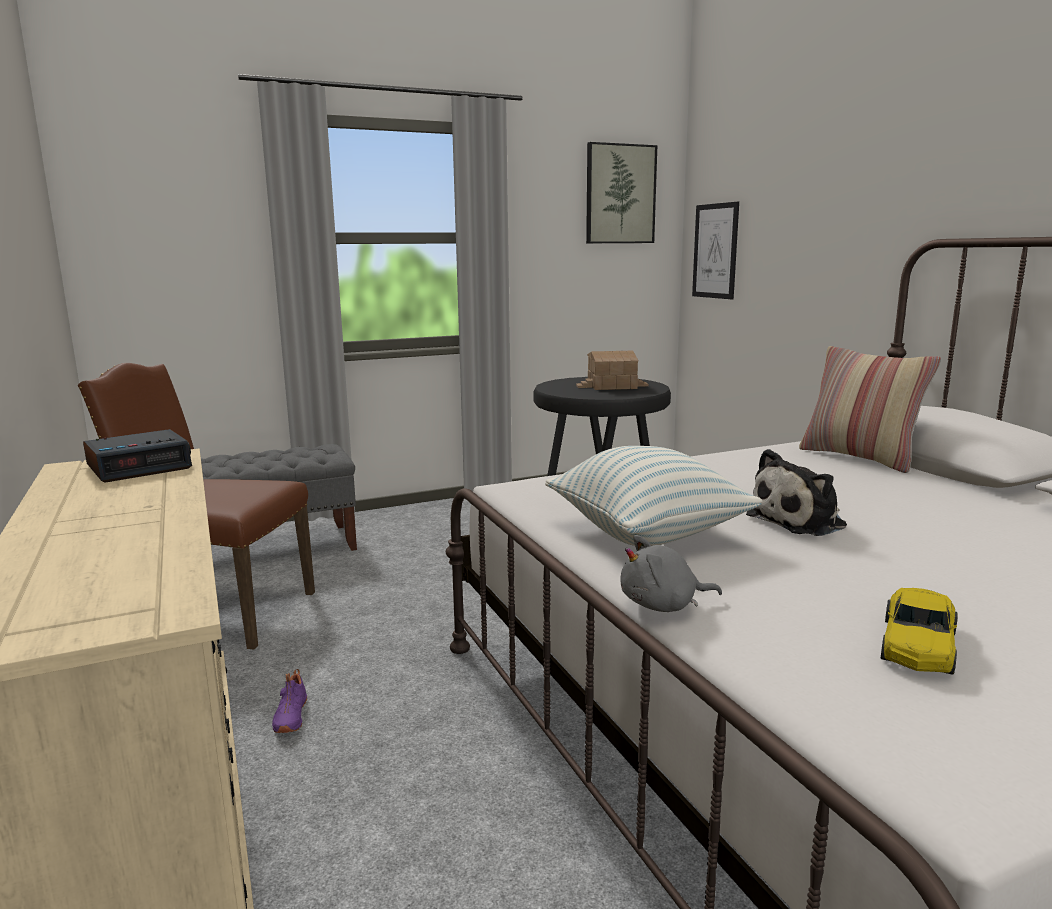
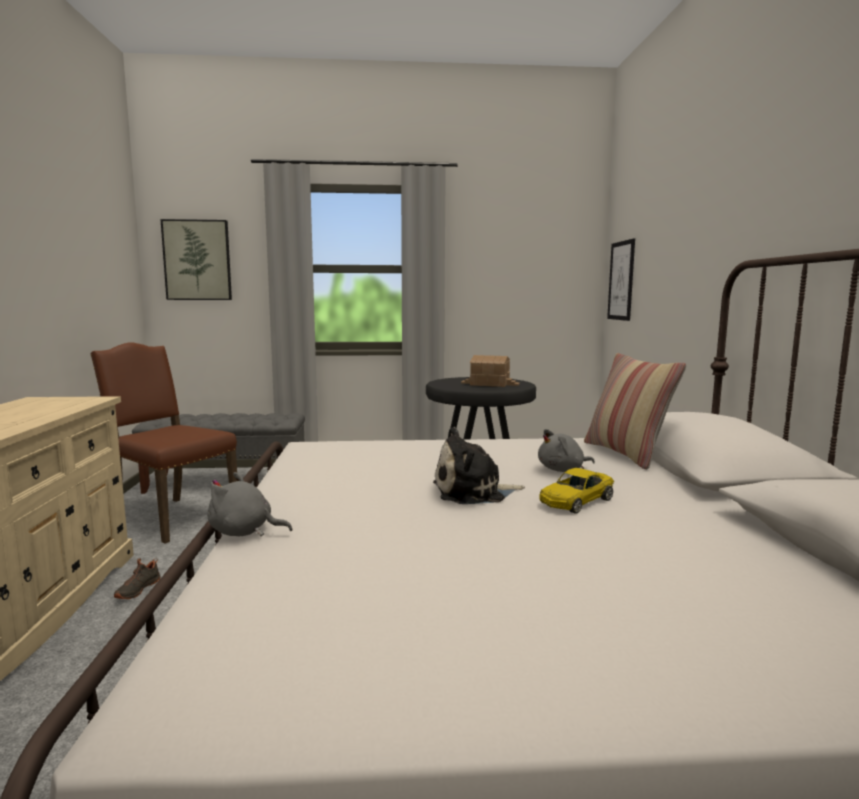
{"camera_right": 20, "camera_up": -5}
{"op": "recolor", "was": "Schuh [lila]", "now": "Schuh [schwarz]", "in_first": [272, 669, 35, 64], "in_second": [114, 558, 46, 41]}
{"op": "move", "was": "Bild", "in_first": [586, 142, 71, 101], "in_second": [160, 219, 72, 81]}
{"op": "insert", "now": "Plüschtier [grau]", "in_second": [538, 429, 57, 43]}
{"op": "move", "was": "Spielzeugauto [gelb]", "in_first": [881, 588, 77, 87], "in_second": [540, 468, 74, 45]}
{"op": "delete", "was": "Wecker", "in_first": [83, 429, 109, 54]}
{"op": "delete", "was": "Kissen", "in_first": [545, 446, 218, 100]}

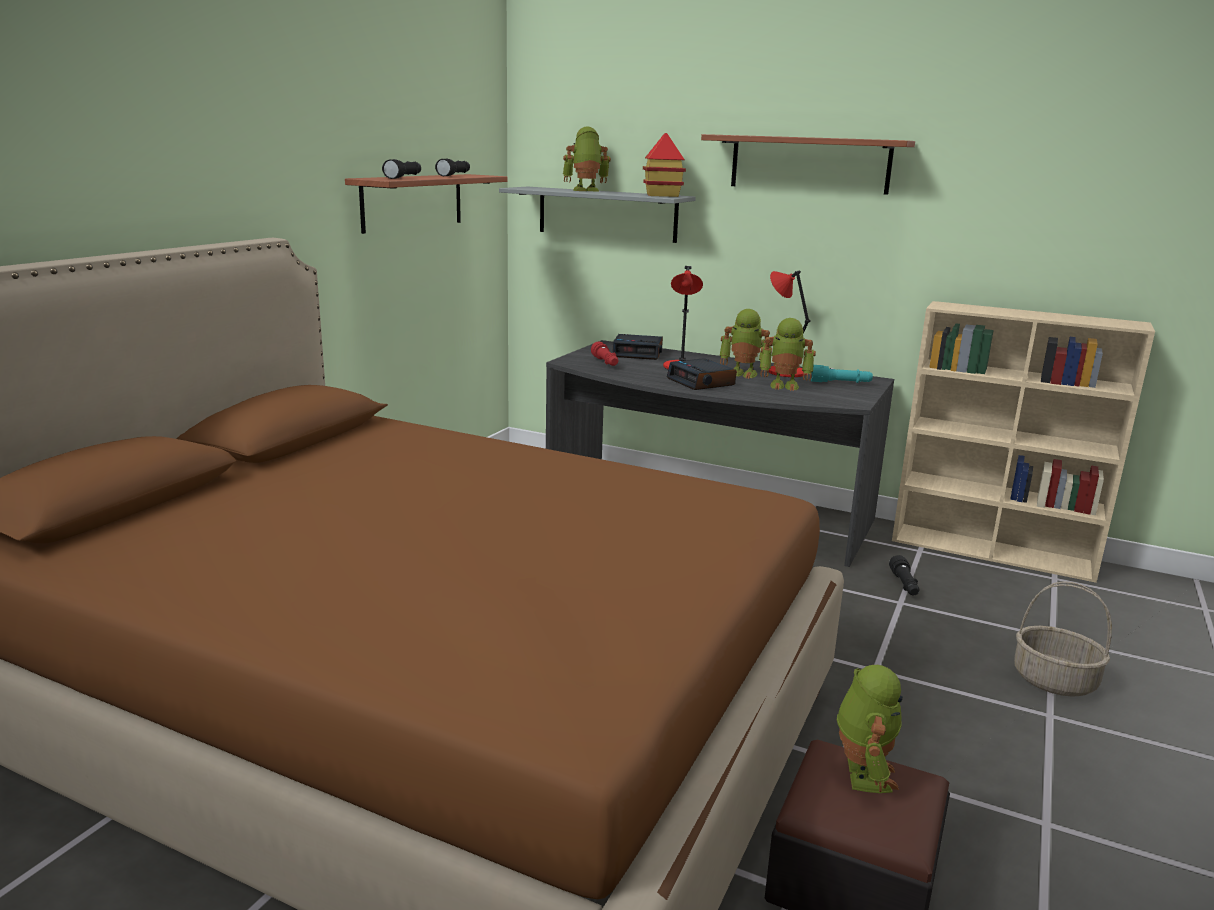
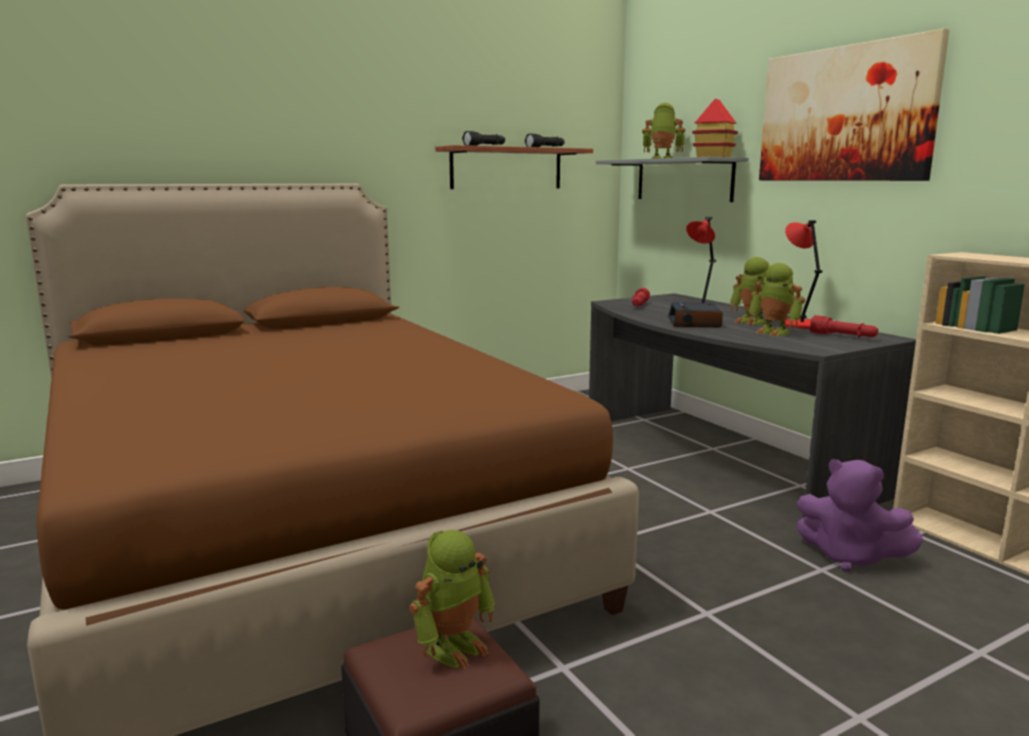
{"camera_right": 35, "camera_up": -5}
{"op": "replace", "was": "Wandregal", "now": "Bild", "in_first": [701, 134, 214, 61], "in_second": [759, 28, 191, 153]}
{"op": "replace", "was": "Taschenlampe [schwarz]", "now": "Plüschtier [lila]", "in_first": [889, 555, 31, 41], "in_second": [797, 459, 126, 112]}
{"op": "recolor", "was": "Taschenlampe [türkis]", "now": "Taschenlampe [rot]", "in_first": [811, 365, 62, 18], "in_second": [810, 315, 68, 22]}
{"op": "delete", "was": "Wecker", "in_first": [612, 334, 51, 26]}
{"op": "delete", "was": "Korb", "in_first": [1014, 581, 98, 116]}

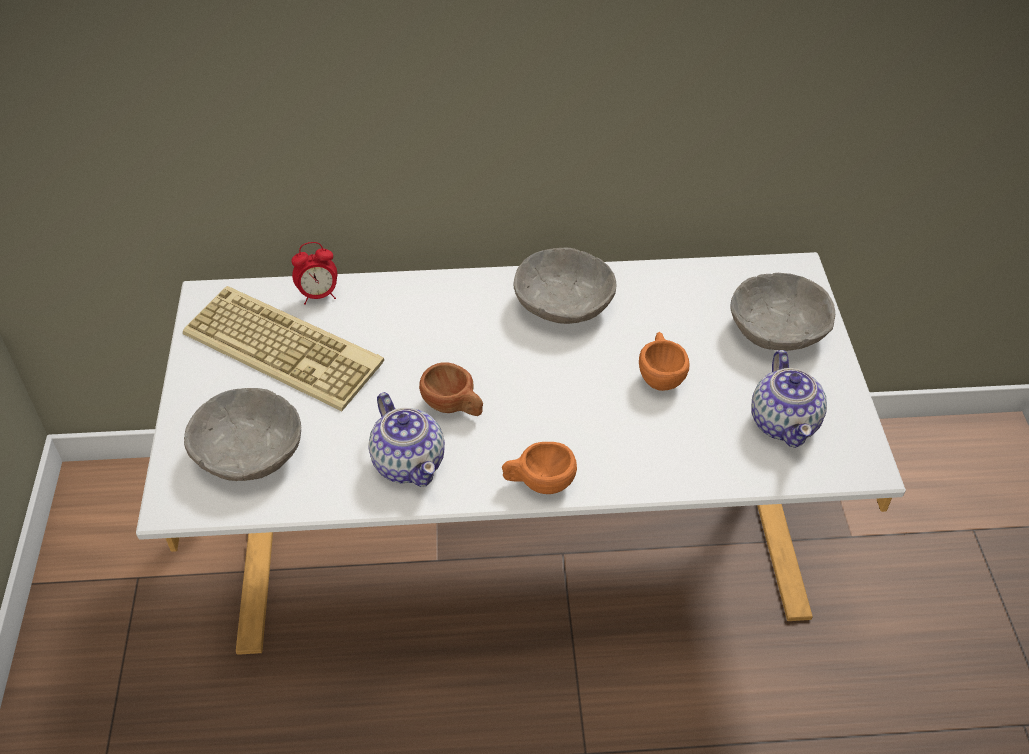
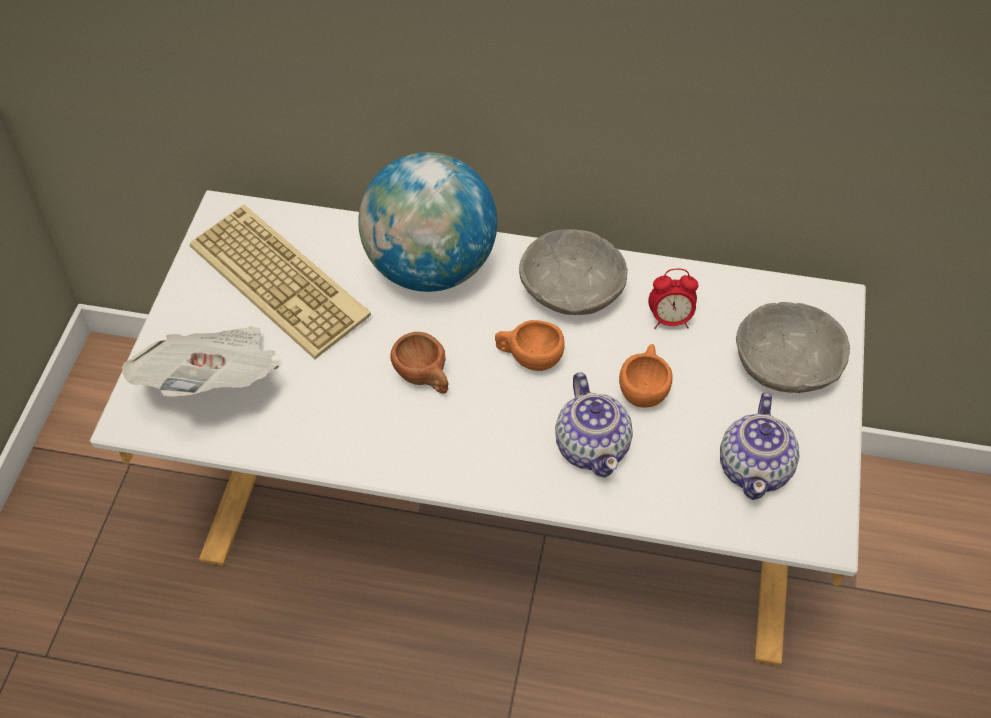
{"camera_right": 15, "camera_up": 5}
{"op": "replace", "was": "Schüssel [grau]", "now": "Zeitung", "in_first": [184, 388, 117, 93], "in_second": [122, 326, 157, 71]}
{"op": "insert", "now": "Globus", "in_second": [358, 152, 139, 140]}
{"op": "move", "was": "Tasse [orange]", "in_first": [502, 442, 75, 52], "in_second": [495, 320, 70, 51]}
{"op": "move", "was": "Teekanne", "in_first": [368, 392, 77, 95], "in_second": [555, 373, 78, 105]}
{"op": "move", "was": "Wecker", "in_first": [291, 242, 46, 63], "in_second": [648, 269, 50, 60]}

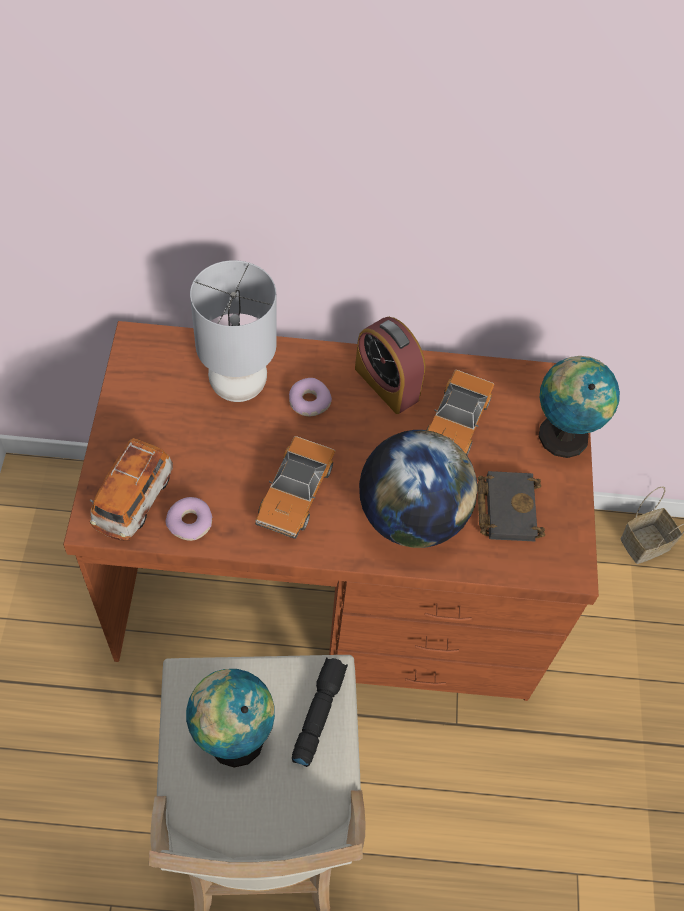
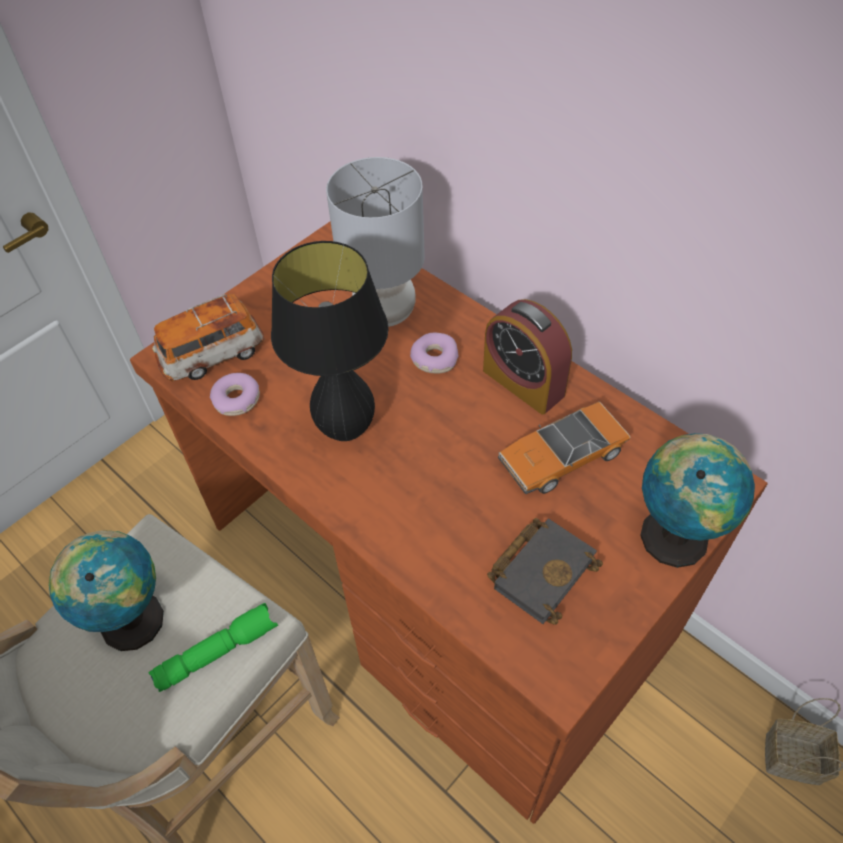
{"camera_right": 45, "camera_up": -5}
{"op": "recolor", "was": "Taschenlampe [schwarz]", "now": "Taschenlampe [grün]", "in_first": [292, 657, 56, 110], "in_second": [148, 603, 130, 89]}
{"op": "replace", "was": "Spielzeugauto", "now": "Tischlampe [schwarz]", "in_first": [255, 436, 80, 103], "in_second": [271, 241, 118, 200]}
{"op": "rotate", "was": "Wecker", "in_first": [355, 317, 71, 97], "in_second": [483, 299, 89, 116], "clockwise": -45}
{"op": "delete", "was": "Globus", "in_first": [359, 430, 119, 118]}

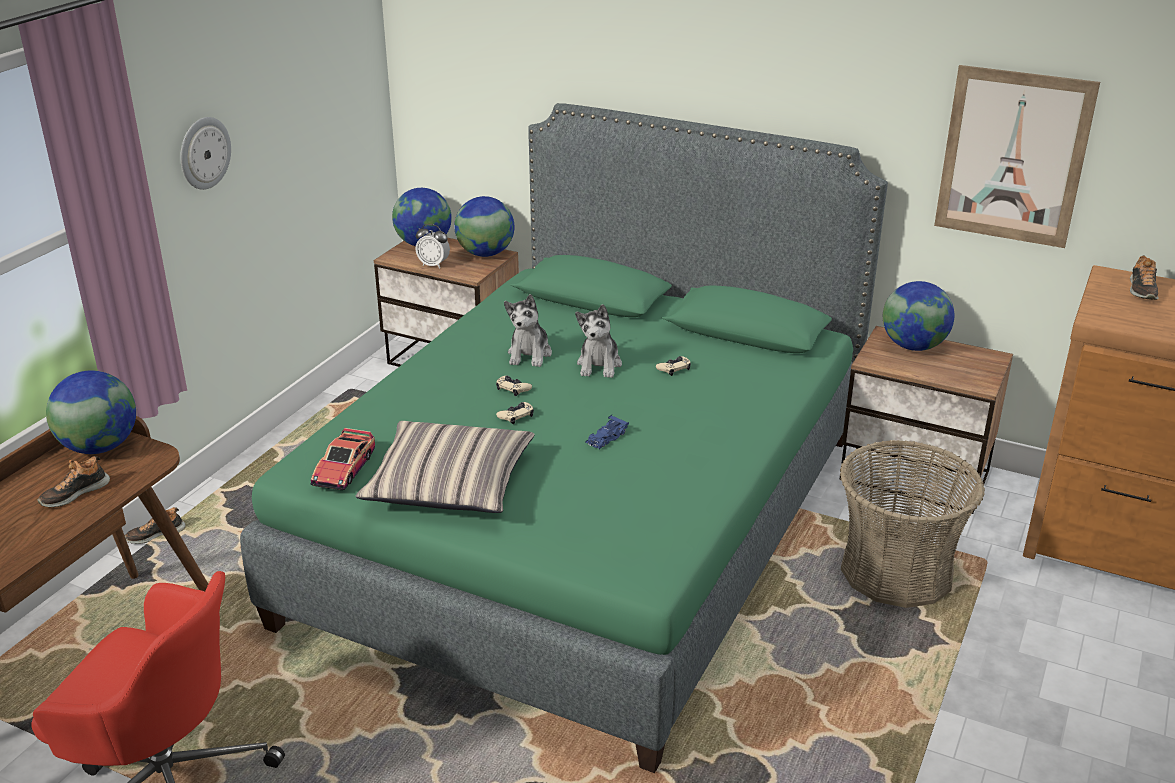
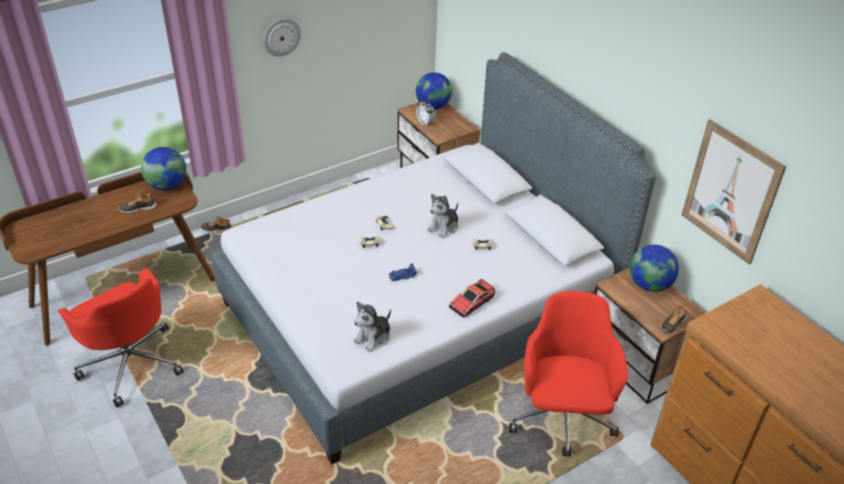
{"camera_right": 30, "camera_up": 10}
{"op": "recolor", "was": "Bett [grün]", "now": "Bett [grau]", "in_first": [240, 103, 648, 670], "in_second": [212, 52, 444, 412]}
{"op": "move", "was": "Plüschtier", "in_first": [504, 294, 48, 73], "in_second": [353, 302, 38, 50]}
{"op": "move", "was": "Spielzeugauto", "in_first": [311, 428, 64, 62], "in_second": [449, 278, 46, 39]}
{"op": "replace", "was": "Korb", "now": "Bürostuhl [rot]", "in_first": [840, 440, 145, 168], "in_second": [509, 291, 119, 166]}
{"op": "move", "was": "Schuh", "in_first": [1130, 255, 29, 45], "in_second": [661, 304, 27, 30]}
{"op": "delete", "was": "Kissen", "in_first": [356, 421, 178, 92]}
{"op": "delete", "was": "Globus", "in_first": [454, 196, 61, 61]}

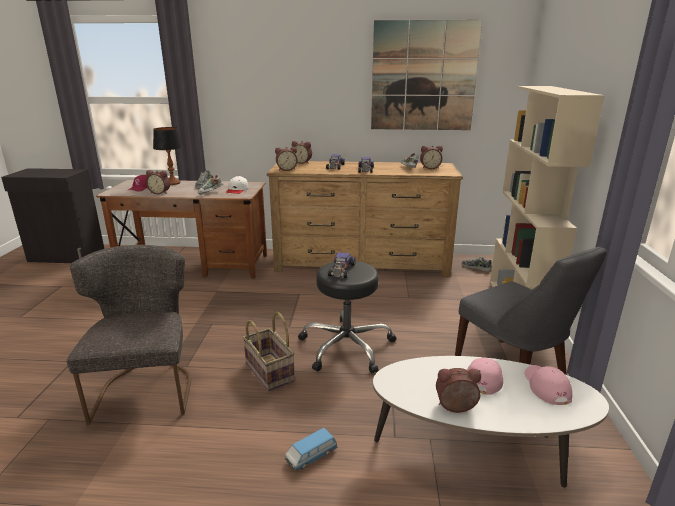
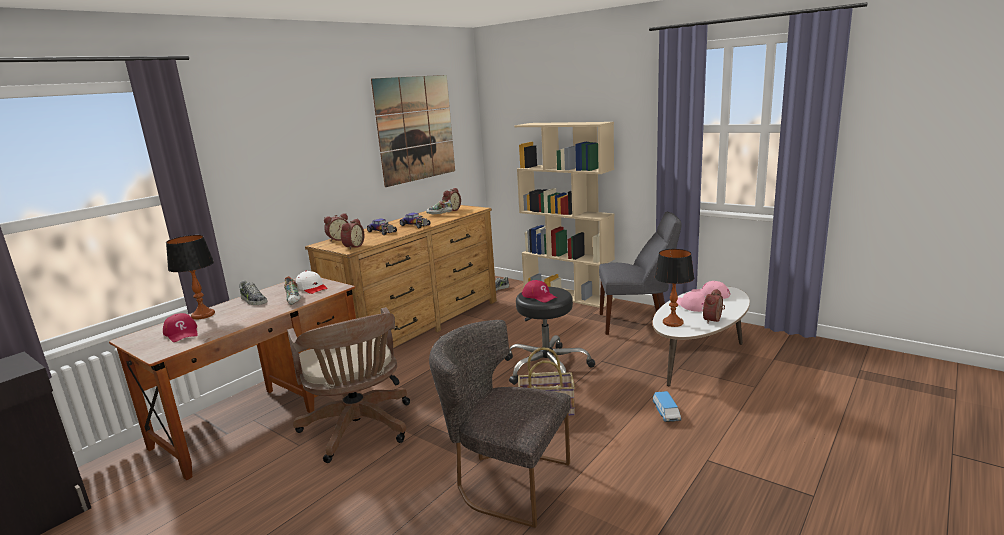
{"camera_right": -55, "camera_up": -5}
{"op": "insert", "now": "Bürostuhl [braun]", "in_second": [287, 307, 123, 156]}
{"op": "replace", "was": "Spielzeugauto", "now": "Kappe [rot]", "in_first": [328, 252, 28, 26], "in_second": [522, 280, 35, 23]}
{"op": "insert", "now": "Tischlampe", "in_second": [655, 249, 39, 78]}
{"op": "delete", "was": "Wecker", "in_first": [146, 170, 24, 24]}

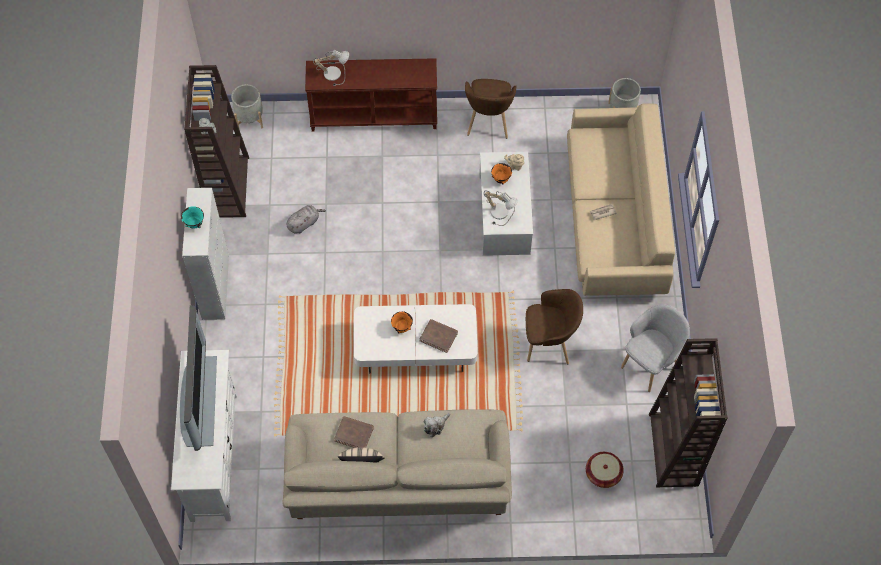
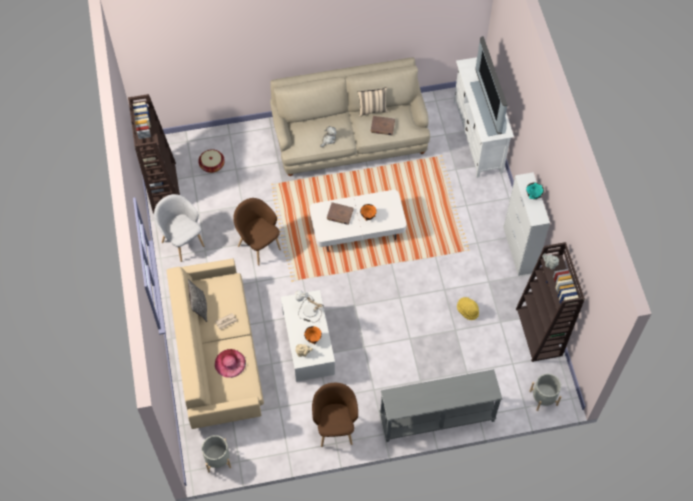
{"camera_right": 170, "camera_up": 0}
{"op": "rotate", "was": "Sessel [grau]", "in_first": [621, 304, 69, 88], "in_second": [154, 194, 50, 68], "clockwise": 105}
{"op": "insert", "now": "Kissen", "in_second": [188, 279, 19, 43]}
{"op": "insert", "now": "Hut [rosa]", "in_second": [215, 349, 31, 29]}
{"op": "rotate", "was": "Sessel [braun]", "in_first": [526, 289, 57, 75], "in_second": [233, 198, 48, 68], "clockwise": 60}
{"op": "recolor", "was": "Konsolentisch [braun]", "now": "Konsolentisch [grau]", "in_first": [305, 58, 132, 74], "in_second": [380, 369, 122, 73]}
{"op": "replace", "was": "Plüschtier [grau]", "now": "Hut [gelb]", "in_first": [287, 205, 39, 28], "in_second": [457, 297, 22, 23]}
{"op": "delete", "was": "Tischlampe", "in_first": [313, 50, 36, 36]}

